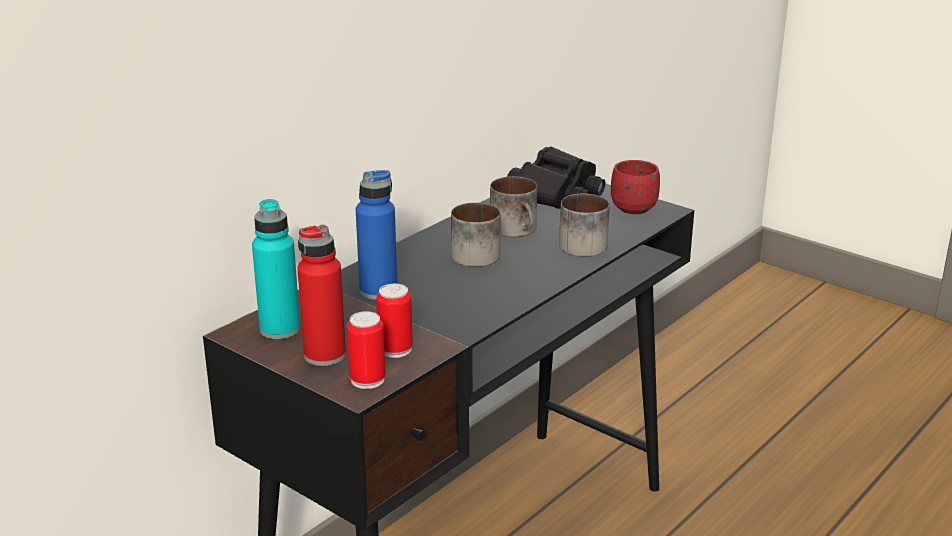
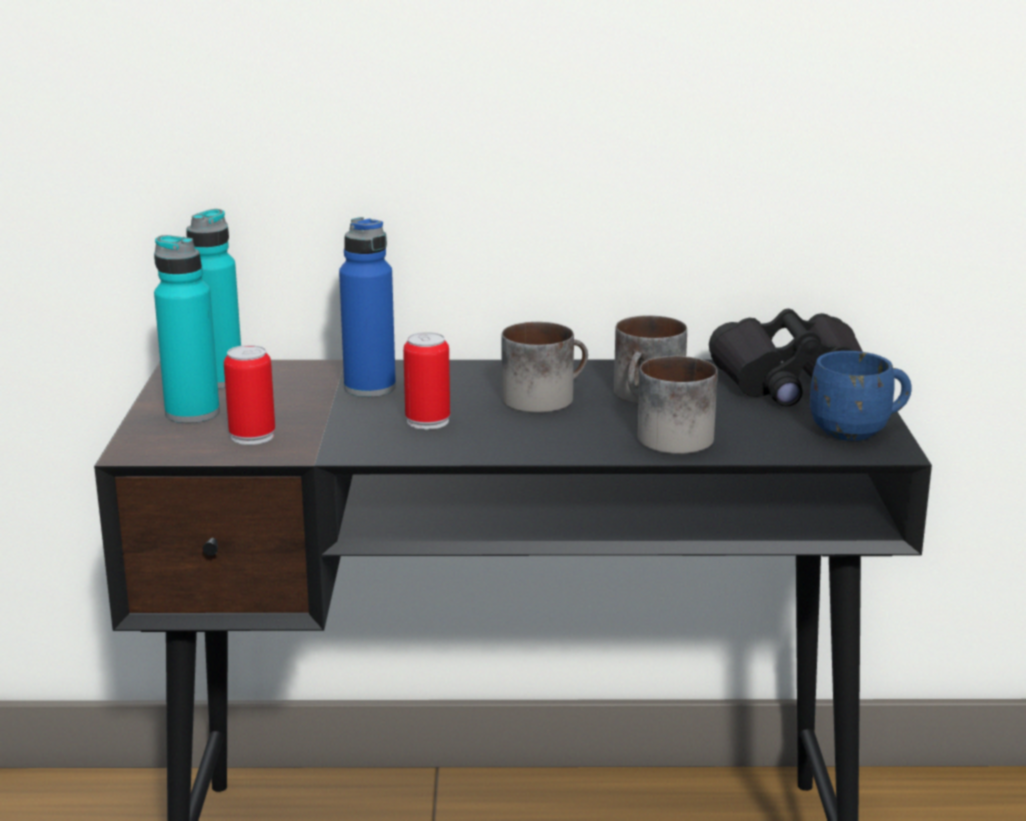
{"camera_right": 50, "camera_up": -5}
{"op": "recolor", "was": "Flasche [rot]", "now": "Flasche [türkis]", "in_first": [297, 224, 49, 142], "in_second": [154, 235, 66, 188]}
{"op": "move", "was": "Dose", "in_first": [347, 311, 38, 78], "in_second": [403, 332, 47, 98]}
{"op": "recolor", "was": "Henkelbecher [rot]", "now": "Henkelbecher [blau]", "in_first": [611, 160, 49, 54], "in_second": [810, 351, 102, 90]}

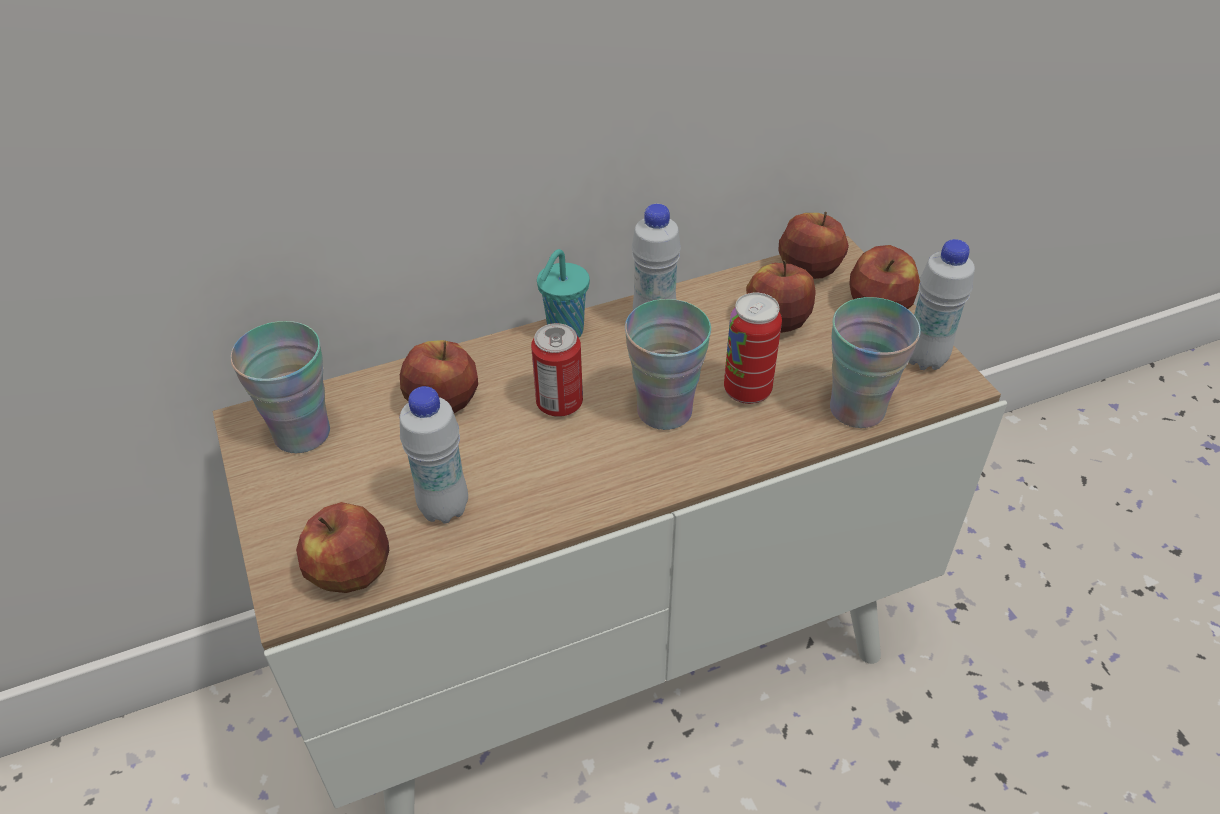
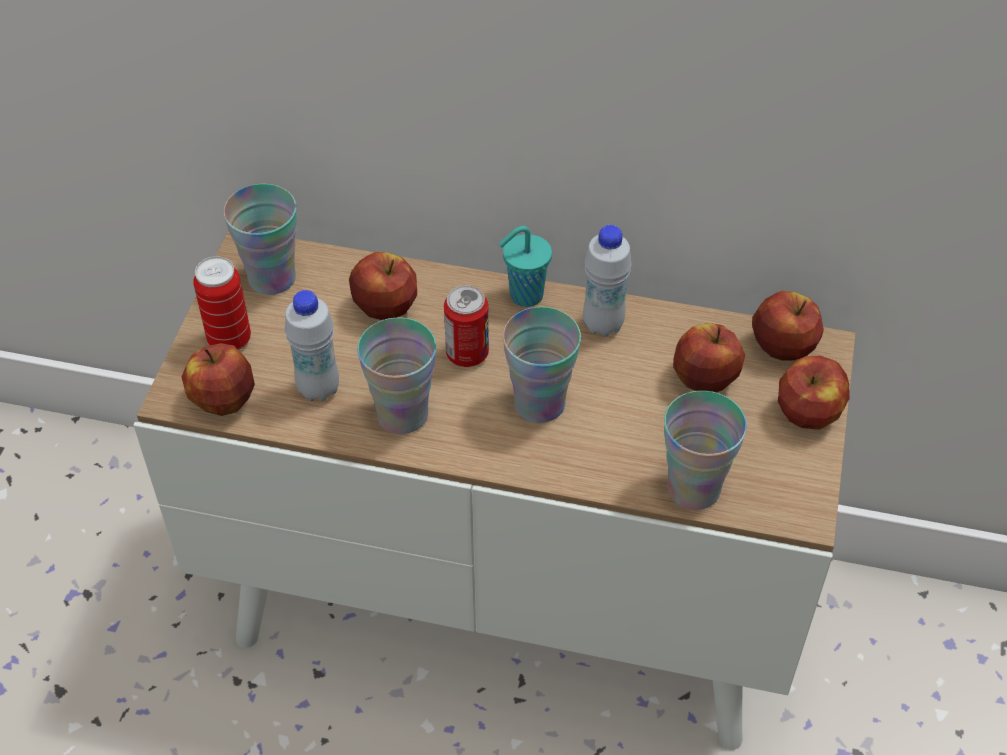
{"camera_right": 35, "camera_up": 5}
{"op": "move", "was": "Dose", "in_first": [724, 293, 58, 111], "in_second": [193, 256, 58, 94]}
{"op": "insert", "now": "Tasse", "in_second": [357, 318, 79, 116]}
{"op": "delete", "was": "Flasche [weiß]", "in_first": [909, 239, 66, 131]}

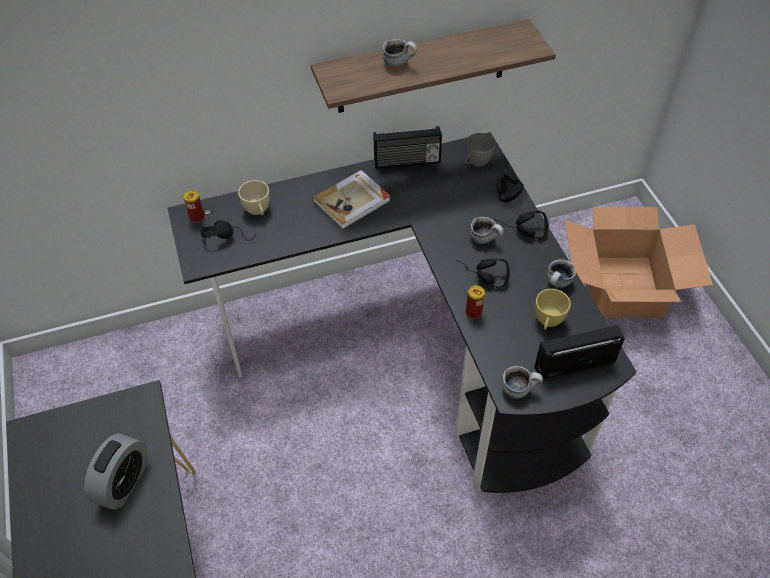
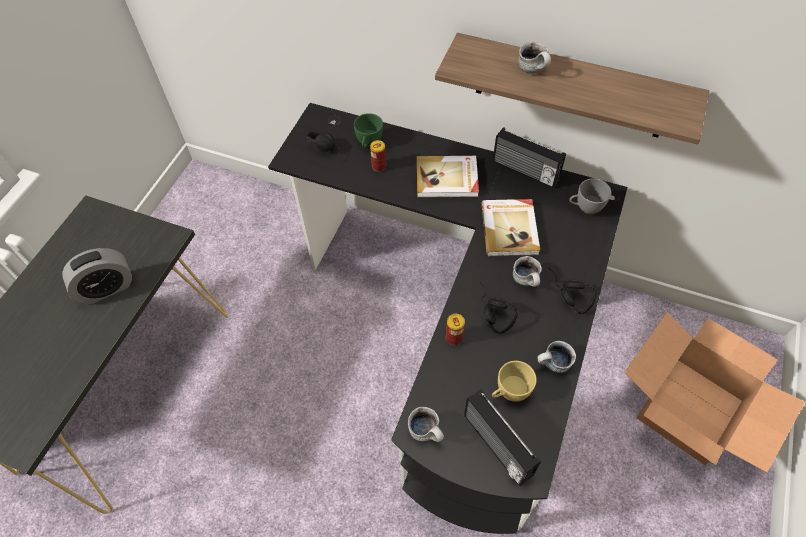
{"camera_right": 40, "camera_up": 5}
{"op": "recolor", "was": "Tasse [beige]", "now": "Tasse [grün]", "in_first": [238, 180, 32, 35], "in_second": [354, 113, 29, 35]}
{"op": "move", "was": "Dose", "in_first": [183, 190, 21, 33], "in_second": [370, 140, 16, 32]}
{"op": "rotate", "was": "Radio", "in_first": [534, 325, 91, 54], "in_second": [464, 389, 77, 97], "clockwise": -150}
{"op": "insert", "now": "Buch", "in_second": [481, 199, 59, 57]}
{"op": "delete", "was": "Kopfhörer [schwarz]", "in_first": [497, 164, 27, 38]}

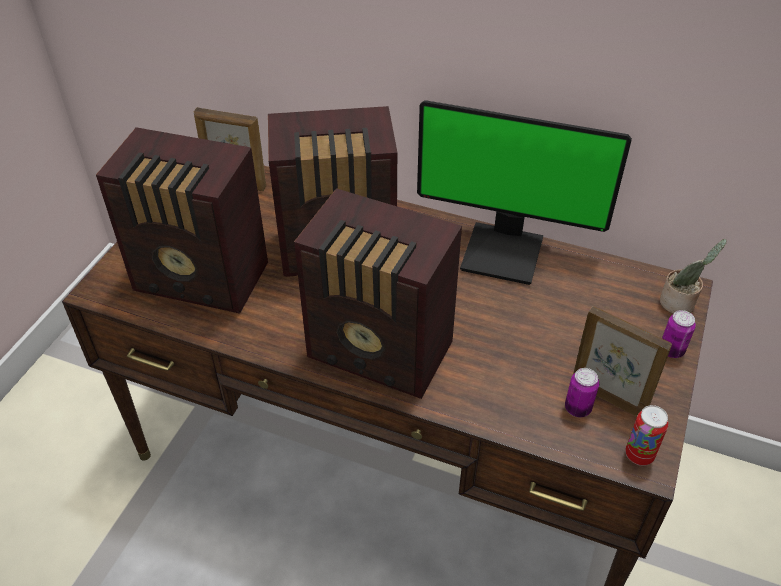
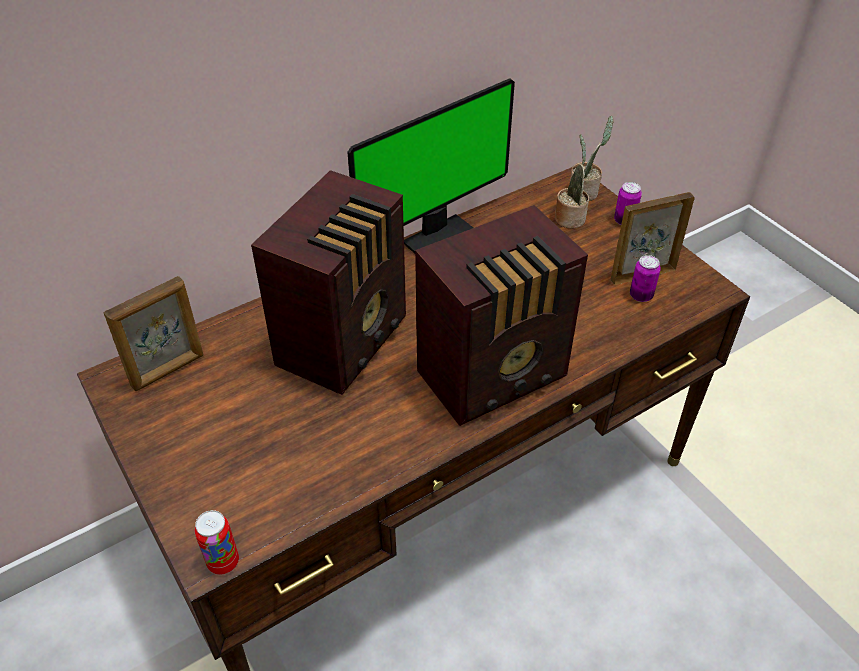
{"camera_right": -55, "camera_up": 0}
{"op": "move", "was": "Dose", "in_first": [625, 405, 43, 61], "in_second": [195, 510, 44, 65]}
{"op": "insert", "now": "Topfpflanze", "in_second": [555, 134, 34, 94]}
{"op": "delete", "was": "Radio", "in_first": [96, 127, 172, 187]}

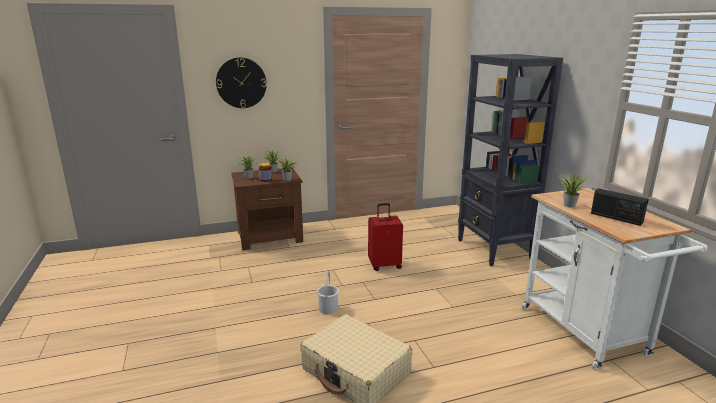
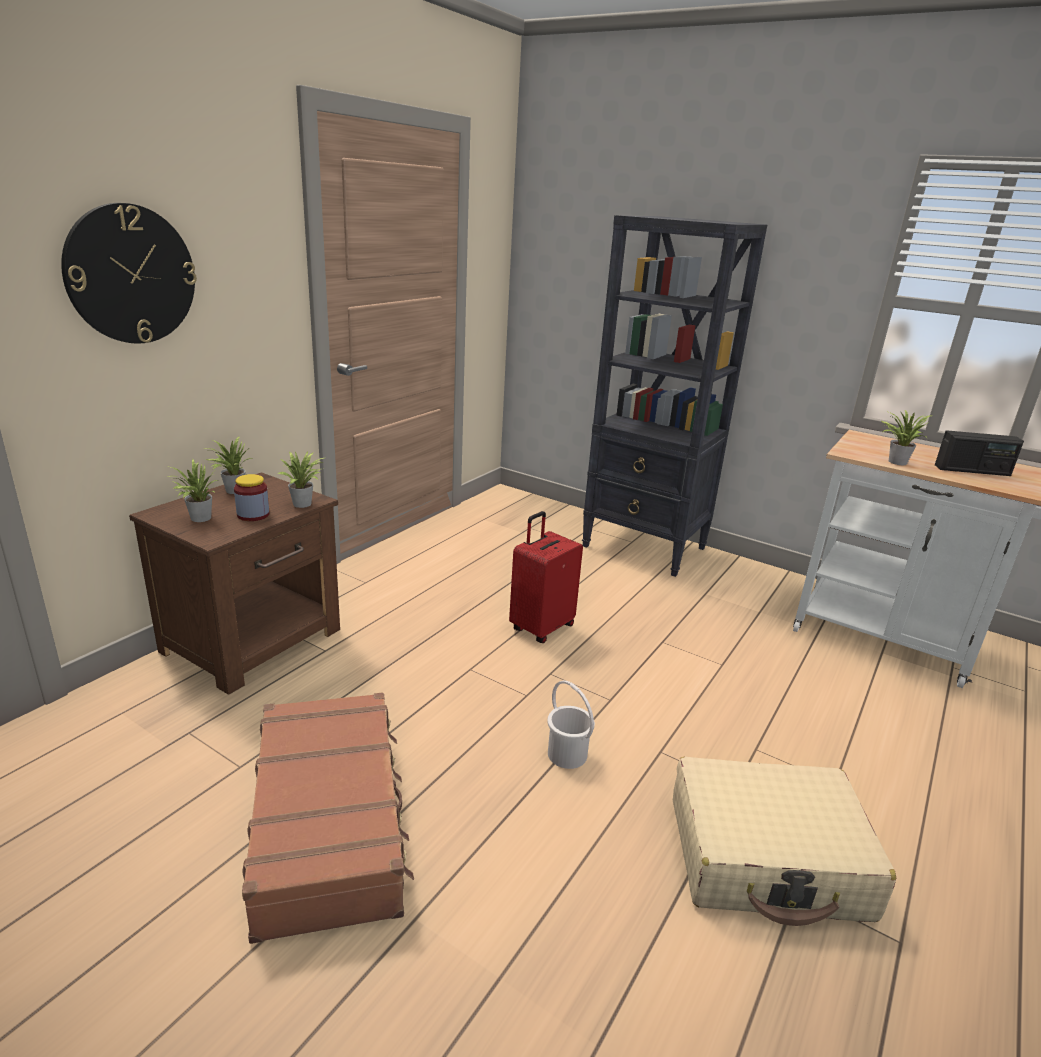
{"camera_right": -40, "camera_up": 5}
{"op": "insert", "now": "Koffer [braun]", "in_second": [242, 692, 172, 252]}

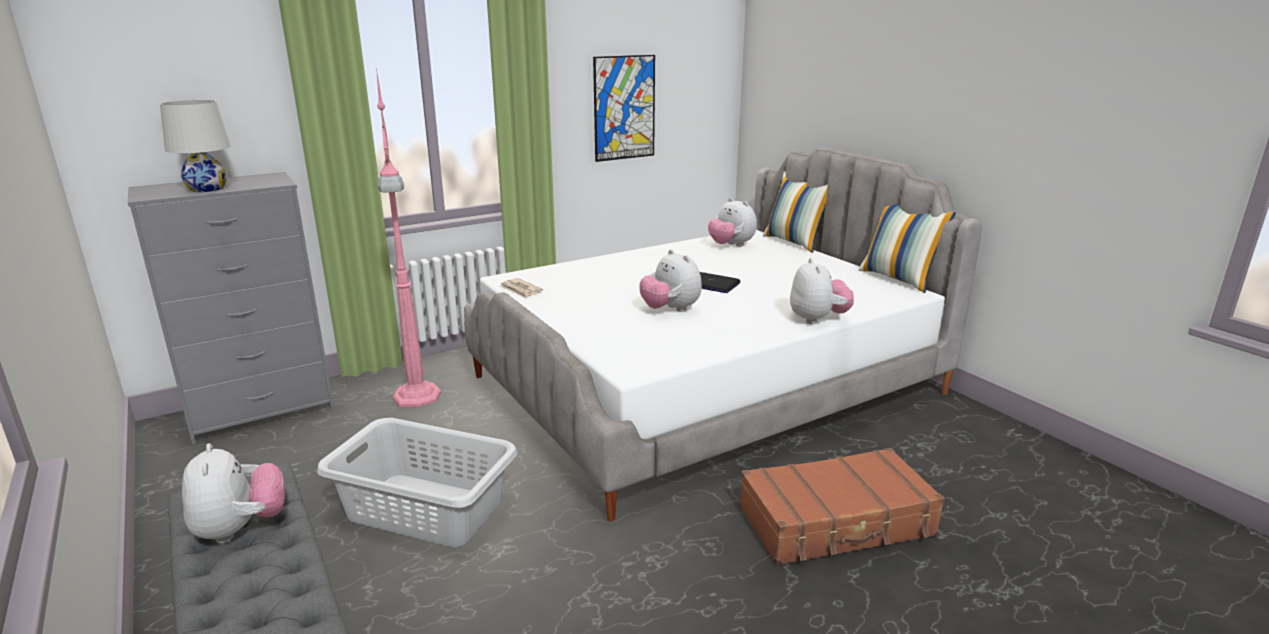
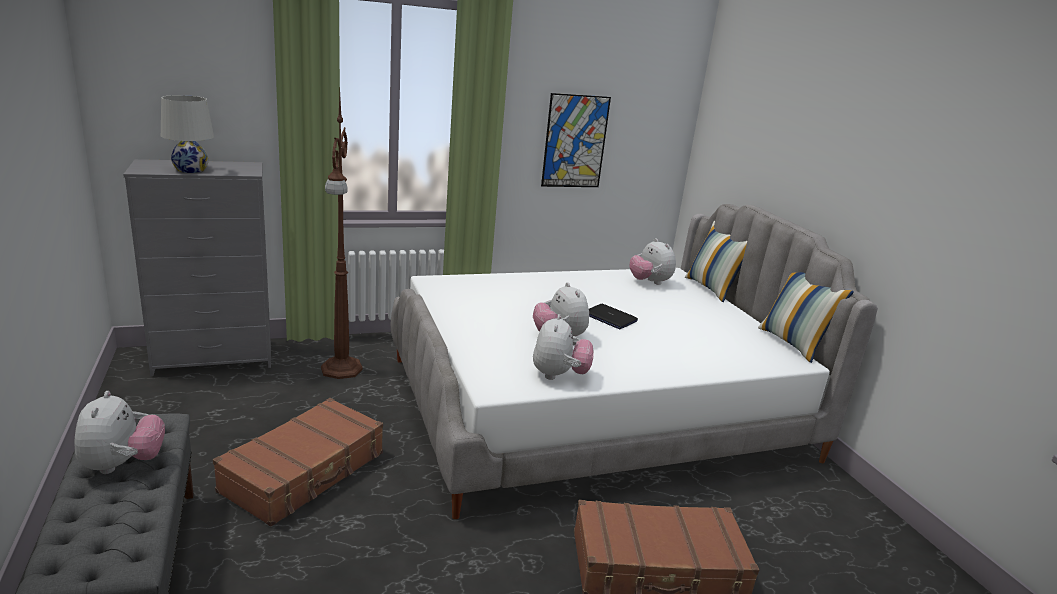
{"camera_right": 10, "camera_up": 0}
{"op": "replace", "was": "Wäschekorb [grau]", "now": "Koffer [braun]", "in_first": [317, 418, 200, 129], "in_second": [213, 398, 170, 129]}
{"op": "recolor", "was": "Stehlampe [rosa]", "now": "Stehlampe [braun]", "in_first": [376, 68, 65, 339], "in_second": [321, 92, 42, 287]}
{"op": "move", "was": "Plüschtier", "in_first": [790, 258, 64, 66], "in_second": [533, 314, 61, 66]}
{"op": "delete", "was": "Zeitung", "in_first": [500, 278, 43, 21]}

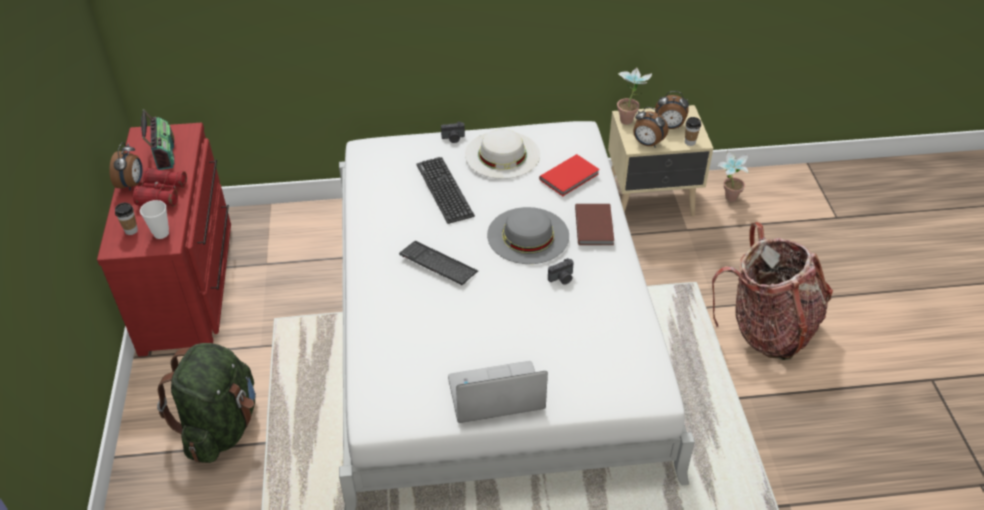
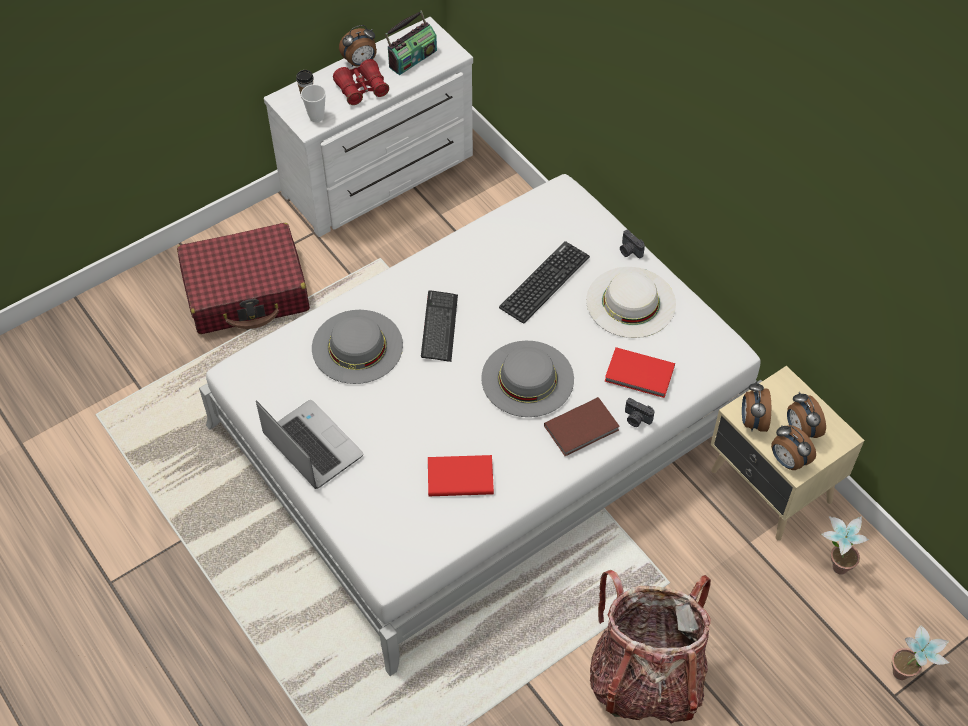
{"camera_right": 60, "camera_up": 10}
{"op": "replace", "was": "Rucksack [grün]", "now": "Koffer [rot]", "in_first": [157, 343, 99, 120], "in_second": [177, 223, 133, 111]}
{"op": "recolor", "was": "Kommode [rot]", "now": "Kommode [weiß]", "in_first": [97, 123, 134, 234], "in_second": [264, 17, 209, 220]}
{"op": "insert", "now": "Hut [grau]", "in_second": [312, 310, 91, 74]}
{"op": "insert", "now": "Buch [rot]", "in_second": [428, 455, 66, 41]}
{"op": "move", "was": "Kamera", "in_first": [548, 258, 26, 27], "in_second": [625, 398, 30, 29]}
{"op": "replace", "was": "Tasse", "now": "Wecker", "in_first": [685, 117, 16, 29], "in_second": [771, 425, 45, 45]}
{"op": "move", "was": "Topfpflanze", "in_first": [617, 68, 35, 57], "in_second": [892, 625, 58, 55]}

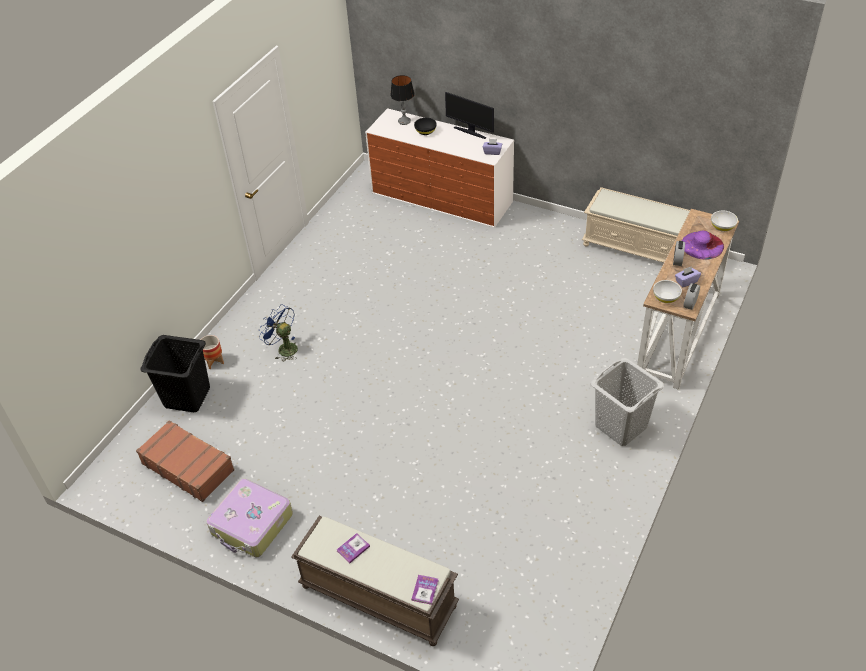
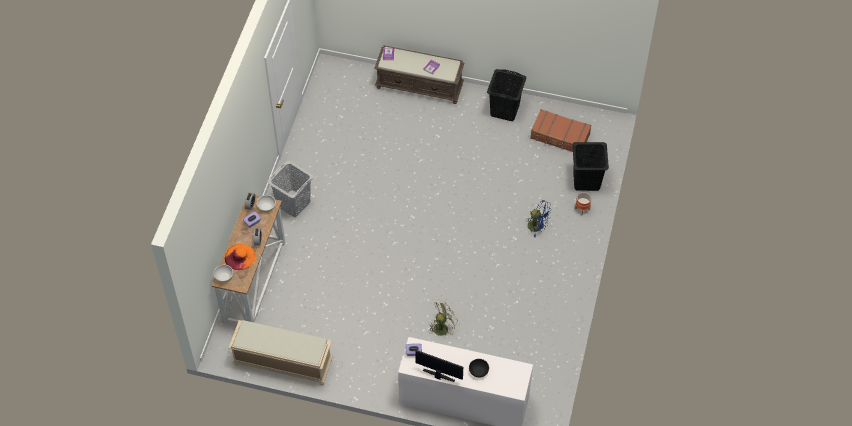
{"camera_right": 165, "camera_up": 10}
{"op": "recolor", "was": "Hut [lila]", "now": "Hut [orange]", "in_first": [682, 231, 42, 29], "in_second": [225, 244, 30, 26]}
{"op": "insert", "now": "Ventilator [grün]", "in_second": [429, 299, 30, 37]}
{"op": "replace", "was": "Koffer", "now": "Wäschekorb [schwarz]", "in_first": [206, 479, 87, 78], "in_second": [487, 69, 40, 52]}
{"op": "delete", "was": "Tischlampe", "in_first": [390, 75, 25, 50]}

